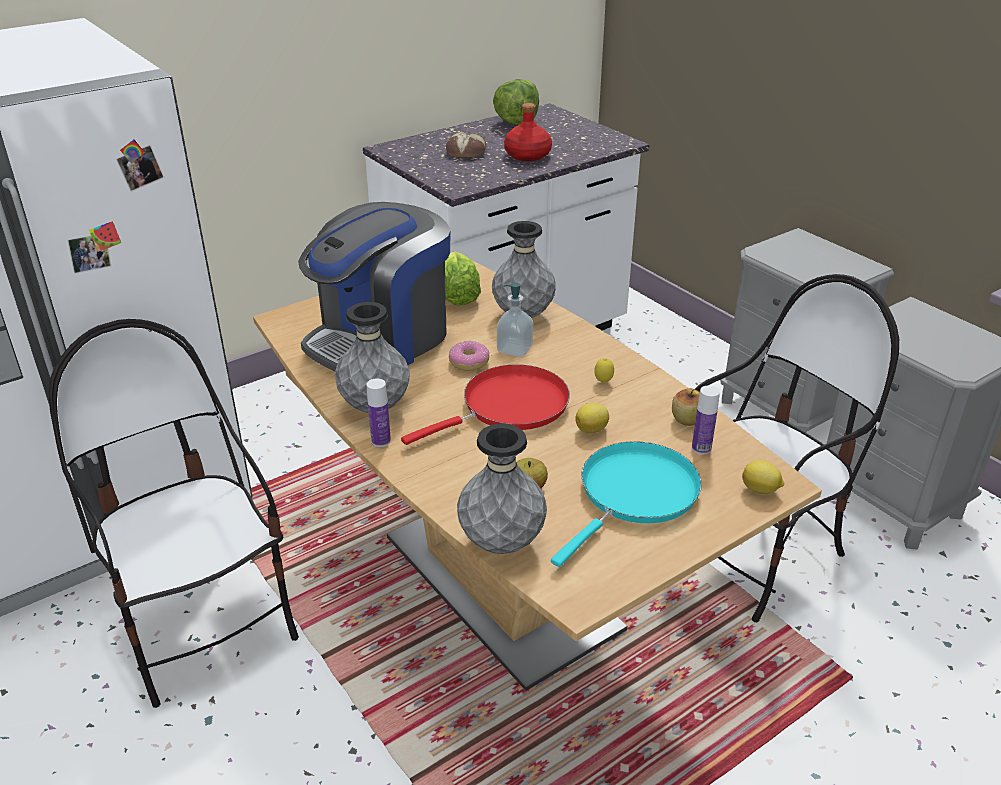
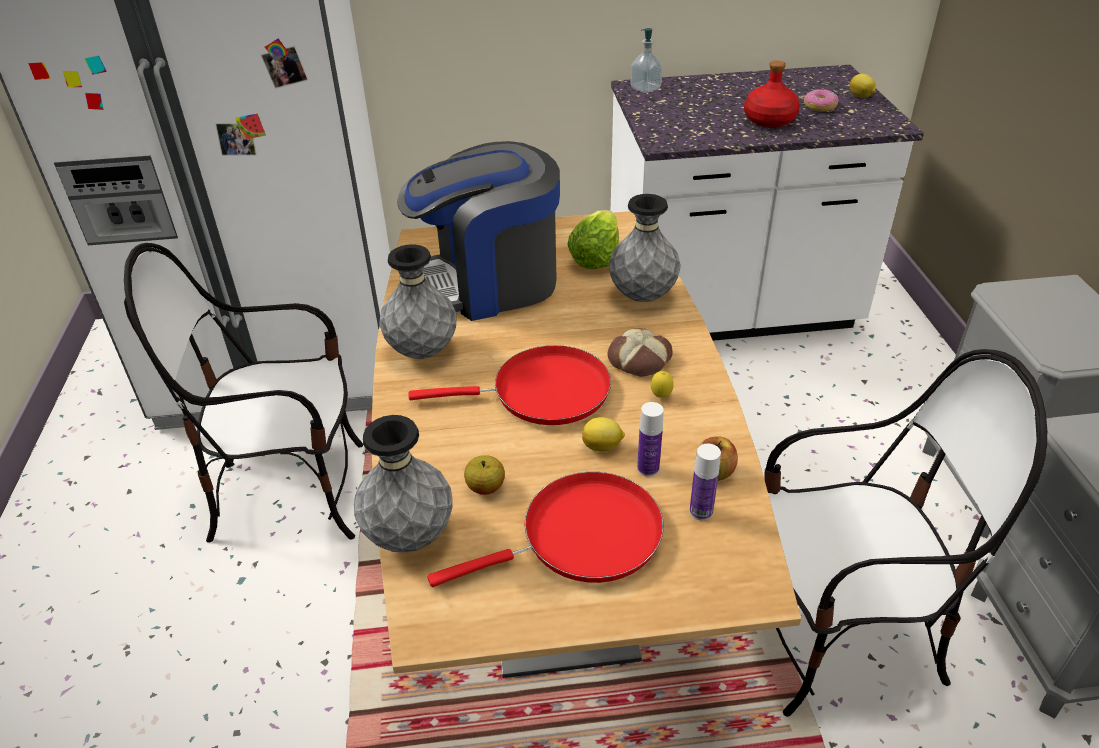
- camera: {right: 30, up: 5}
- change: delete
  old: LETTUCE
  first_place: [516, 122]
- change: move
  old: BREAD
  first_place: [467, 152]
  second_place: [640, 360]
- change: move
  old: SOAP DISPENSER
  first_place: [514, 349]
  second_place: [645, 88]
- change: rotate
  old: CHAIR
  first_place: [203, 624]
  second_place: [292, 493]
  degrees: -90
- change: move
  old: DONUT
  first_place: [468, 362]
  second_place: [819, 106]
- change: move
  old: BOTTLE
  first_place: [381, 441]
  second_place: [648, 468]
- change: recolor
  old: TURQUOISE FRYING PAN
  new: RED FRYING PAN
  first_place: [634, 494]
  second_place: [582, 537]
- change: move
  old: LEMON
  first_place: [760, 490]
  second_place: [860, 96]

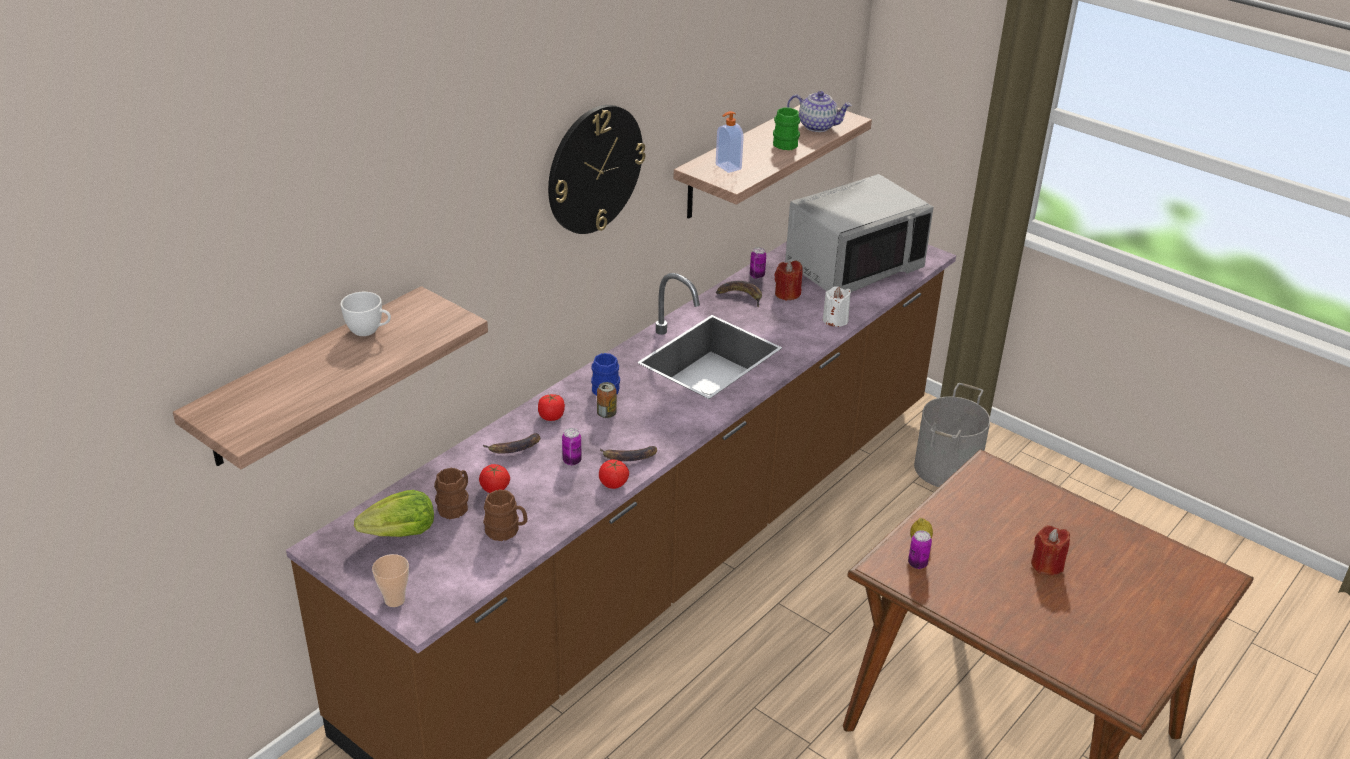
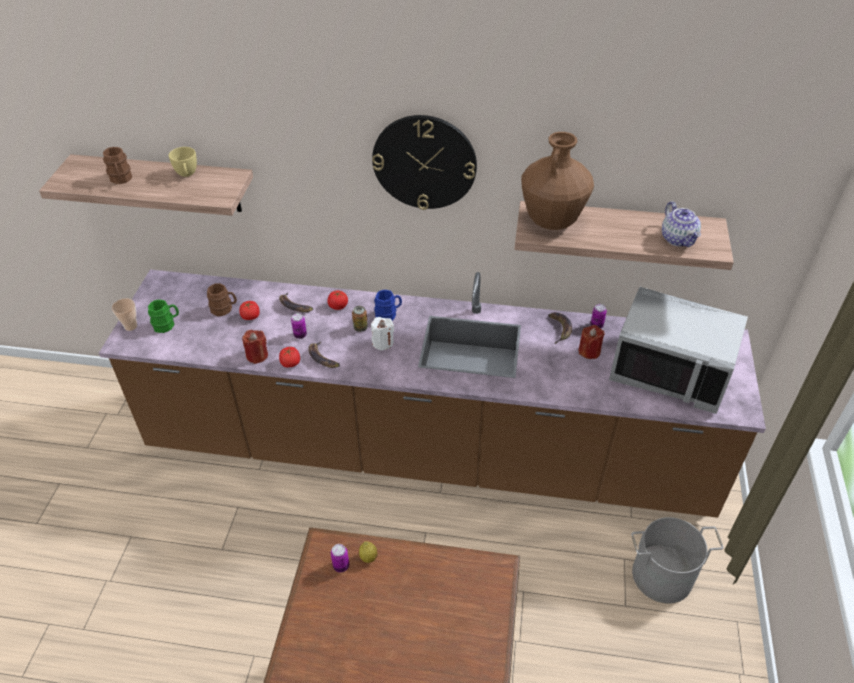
- camera: {right: 60, up: 10}
- change: move
  old: GREEN MUG
  first_place: [785, 142]
  second_place: [167, 325]
- change: replace
  old: SOAP DISPENSER
  new: BROWN VASE
  first_place: [727, 167]
  second_place: [552, 222]
- change: move
  old: WHITE CANDLE
  first_place: [835, 320]
  second_place: [383, 342]
- change: recolor
  old: WHITE CUP
  new: YELLOW CUP
  first_place: [369, 331]
  second_place: [187, 174]
- change: move
  old: BROWN MUG
  first_place: [506, 531]
  second_place: [121, 179]
- change: delete
  old: LETTUCE
  first_place: [401, 533]
- change: move
  old: RED CANDLE
  first_place: [1047, 565]
  second_place: [257, 355]

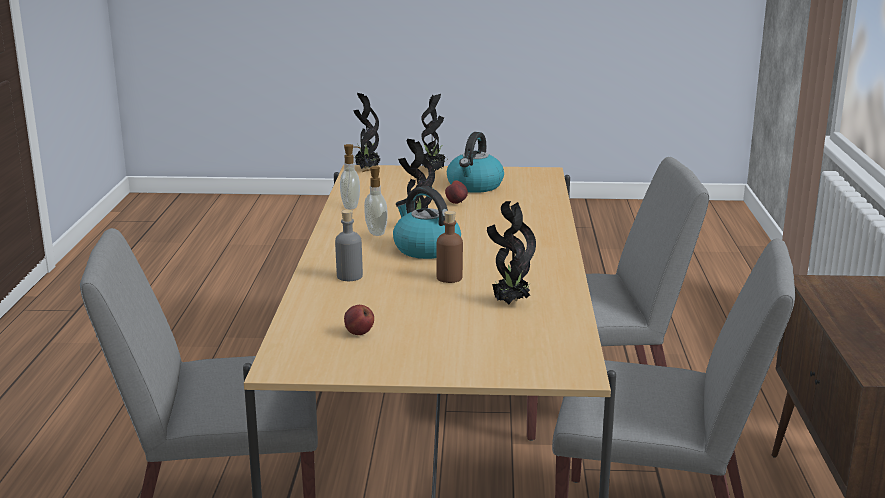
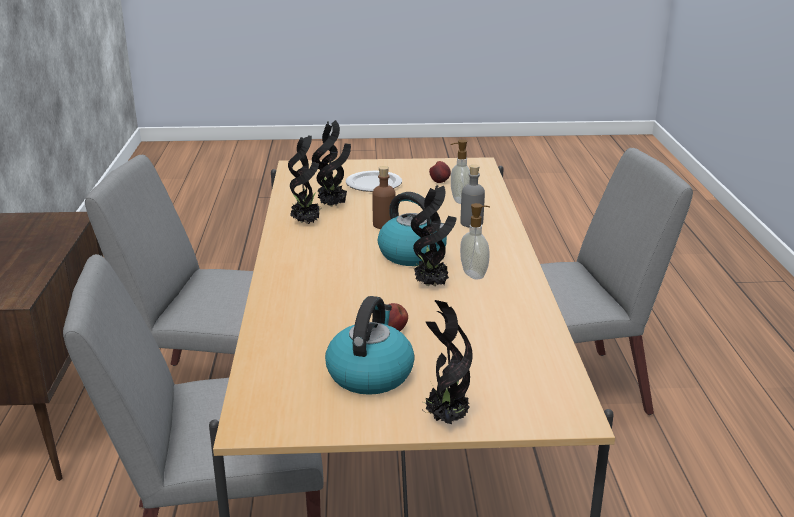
- camera: {right: 175, up: 5}
- change: move
  old: POTTED PLANT
  first_place: [366, 169]
  second_place: [307, 223]
- change: move
  old: SOAP DISPENSER
  first_place: [351, 206]
  second_place: [459, 200]
- change: insert
  new: PLATE
  second_place: [374, 184]

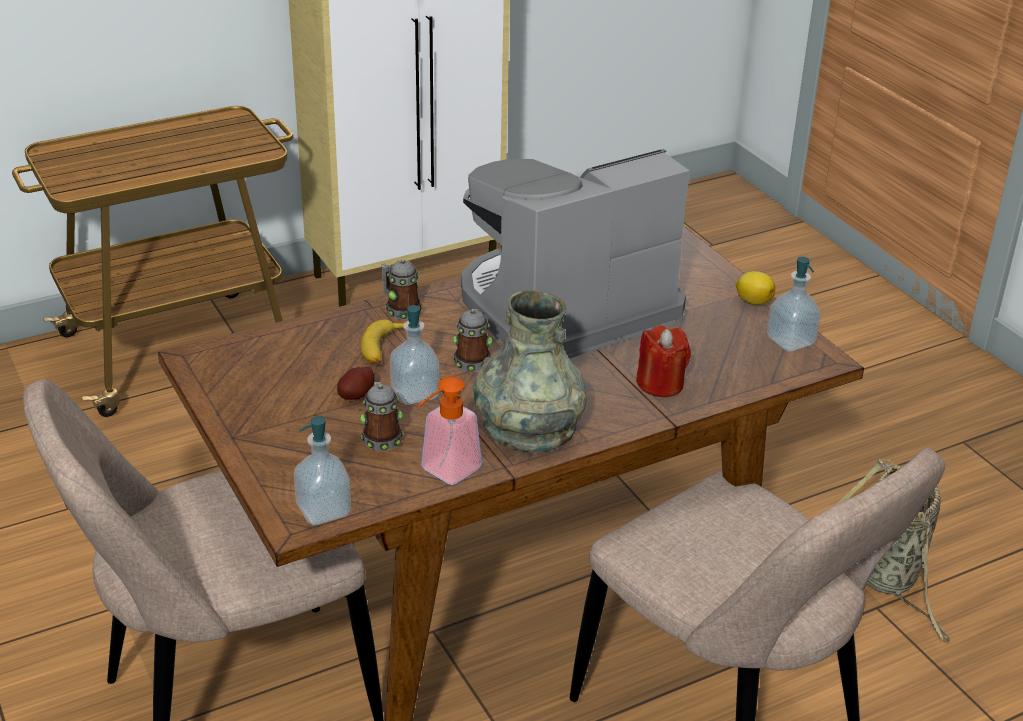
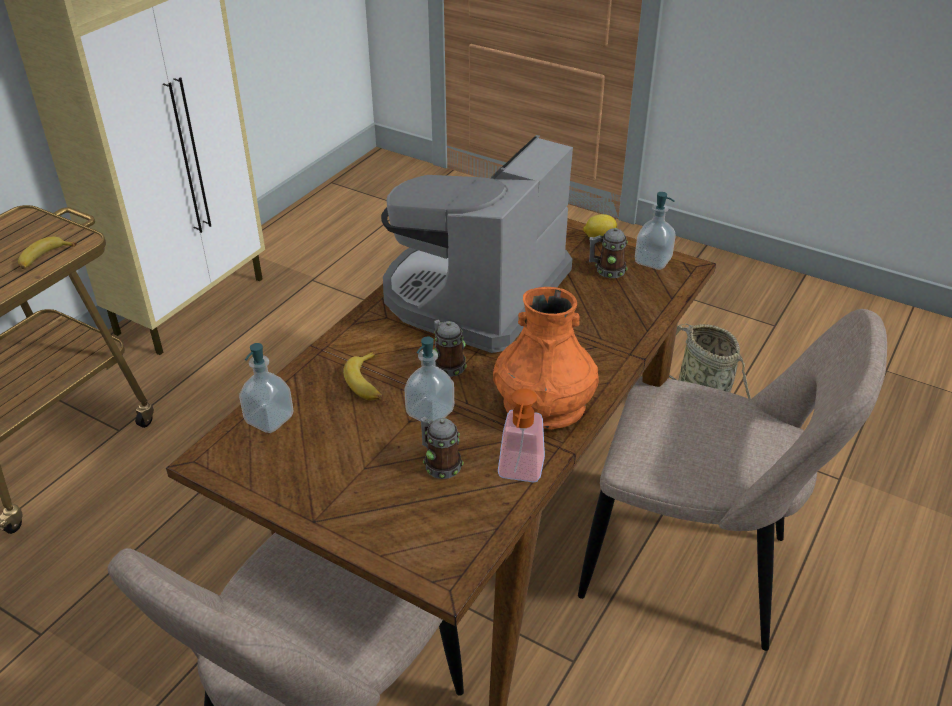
- camera: {right: -30, up: 5}
- change: move
  old: MUG
  first_place: [400, 309]
  second_place: [606, 270]
- change: recolor
  old: GREY VASE
  new: ORANGE VASE
  first_place: [529, 427]
  second_place: [544, 405]
- change: delete
  old: RED CANDLE
  first_place: [660, 384]
- change: delete
  old: POTATO
  first_place: [356, 395]
- change: move
  old: SOAP DISPENSER
  first_place: [324, 510]
  second_place: [269, 419]
- change: insert
  new: BANANA
  second_place: [44, 258]

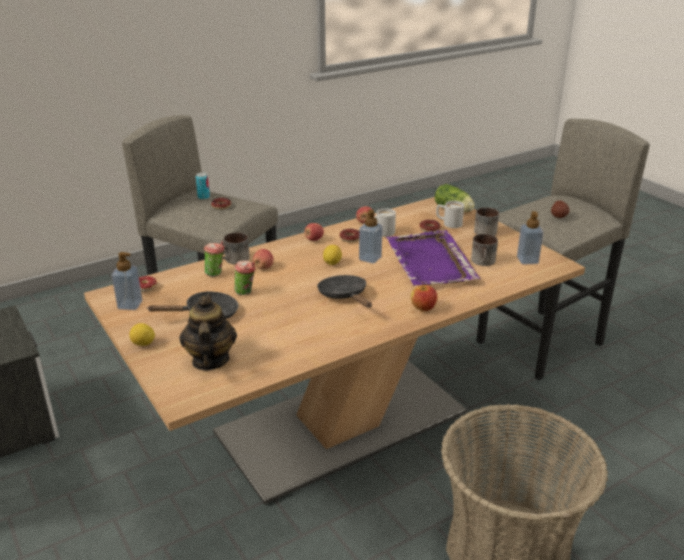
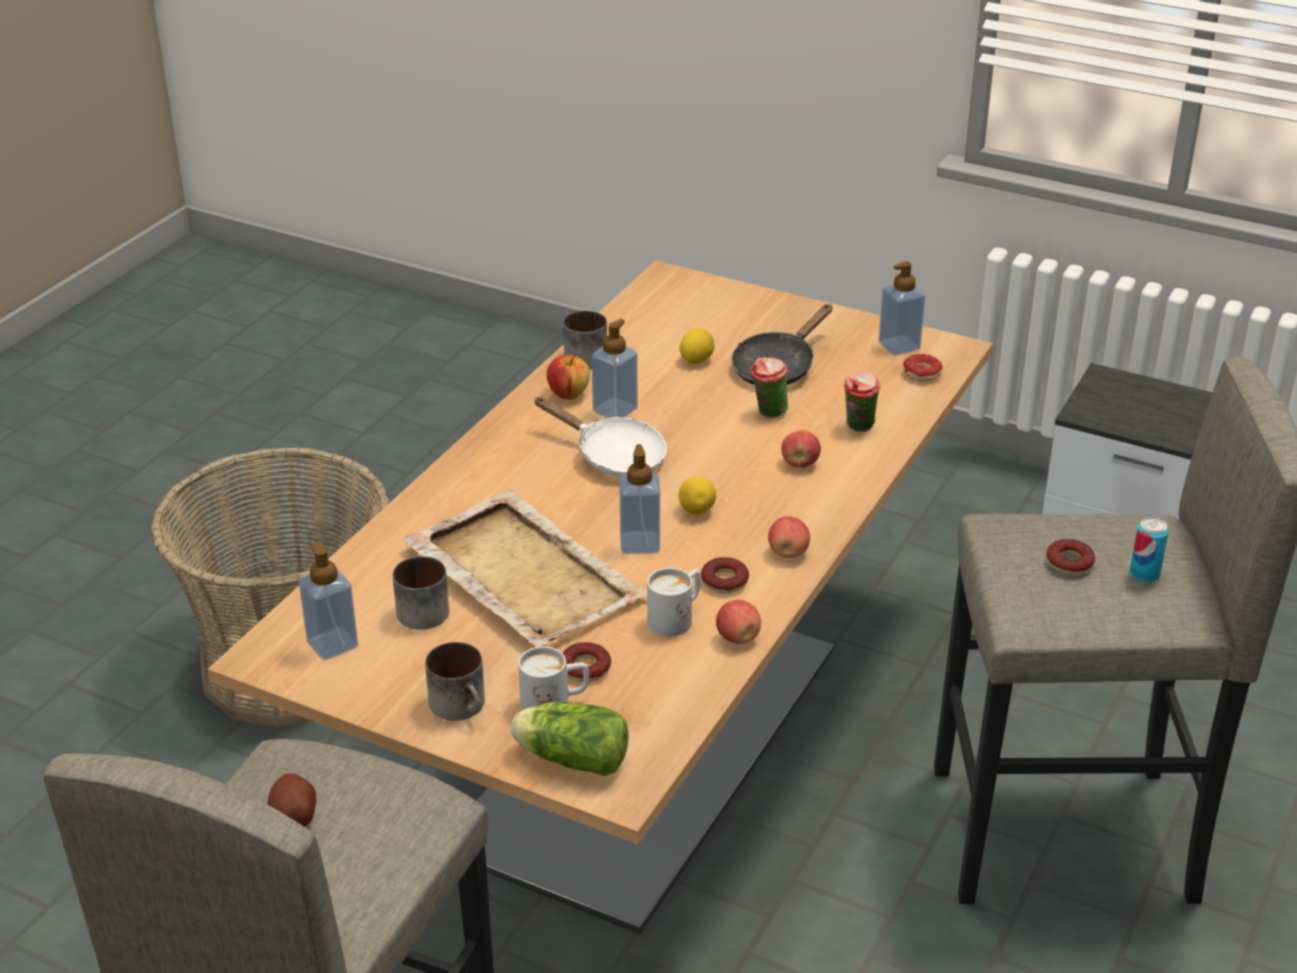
- camera: {right: 150, up: 5}
- change: recolor
  old: PURPLE TRAY
  new: BEIGE TRAY
  first_place: [430, 262]
  second_place: [522, 573]
- change: move
  old: MUG
  first_place: [235, 260]
  second_place: [586, 355]
- change: recolor
  old: BLACK FRYING PAN
  new: WHITE FRYING PAN
  first_place: [344, 296]
  second_place: [613, 456]
- change: move
  old: APPLE
  first_place: [423, 308]
  second_place: [568, 394]
- change: delete
  old: TEAPOT
  first_place: [210, 360]
- change: move
  old: LEMON
  first_place: [143, 344]
  second_place: [696, 360]
- change: insert
  new: SOAP DISPENSER
  second_place: [615, 410]

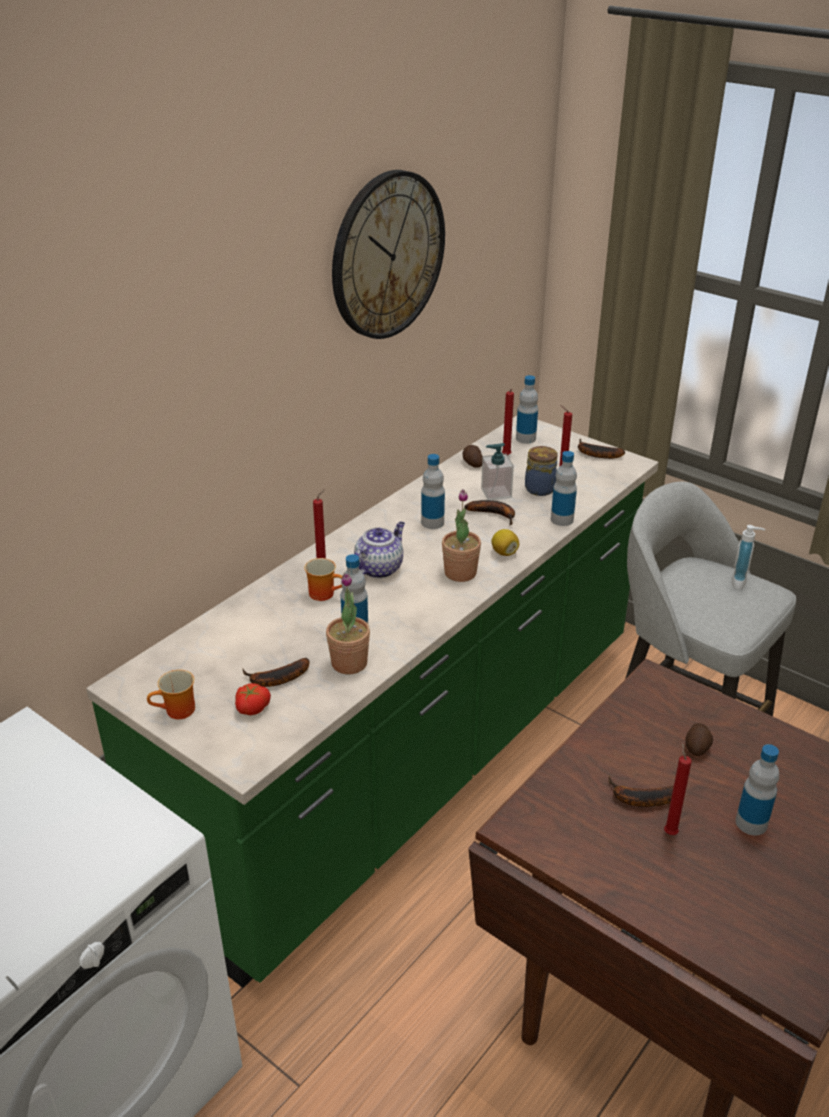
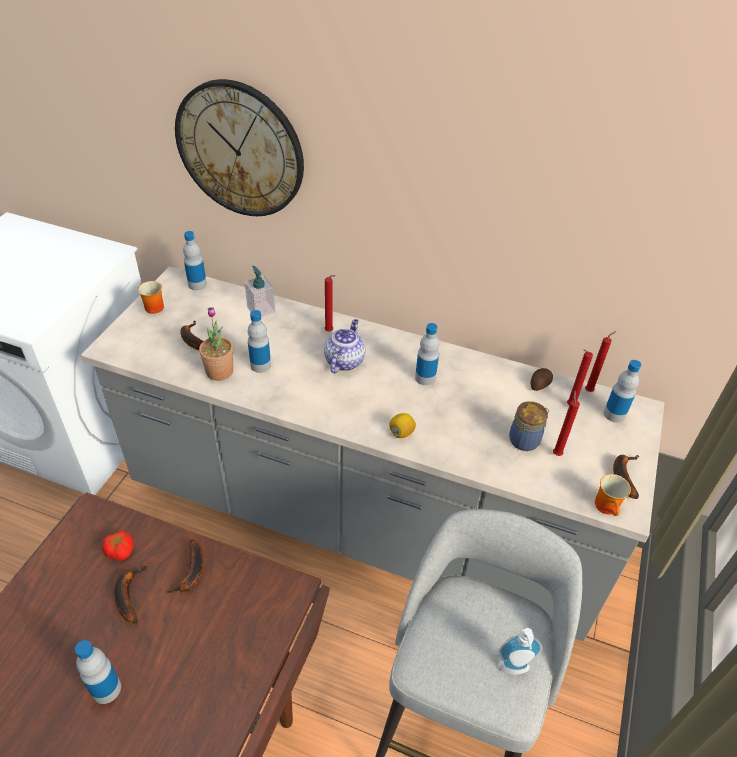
- camera: {right: 70, up: 10}
- change: move
  old: WALL CLOCK
  first_place: [387, 255]
  second_place: [240, 150]
- change: recolor
  old: GREEN COUNTER
  new: GREY COUNTER
  first_place: [414, 765]
  second_place: [361, 520]
- change: move
  old: SOAP DISPENSER
  first_place: [496, 493]
  second_place: [261, 309]
- change: move
  old: BOTTLE
  first_place: [562, 519]
  second_place: [197, 284]
- change: delete
  old: POTTED PLANT
  first_place: [460, 573]
- change: move
  old: BANANA
  first_place: [494, 514]
  second_place: [191, 573]
- change: rotate
  old: TEAPOT
  first_place: [379, 568]
  second_place: [344, 361]
  degrees: -90
- change: move
  old: MUG
  first_place: [325, 593]
  second_place: [608, 507]
- change: move
  old: TOMATO
  first_place: [252, 707]
  second_place: [120, 550]
- change: delete
  old: POTATO
  first_place: [697, 746]
- change: move
  old: RED CANDLE
  first_place: [669, 831]
  second_place: [590, 390]

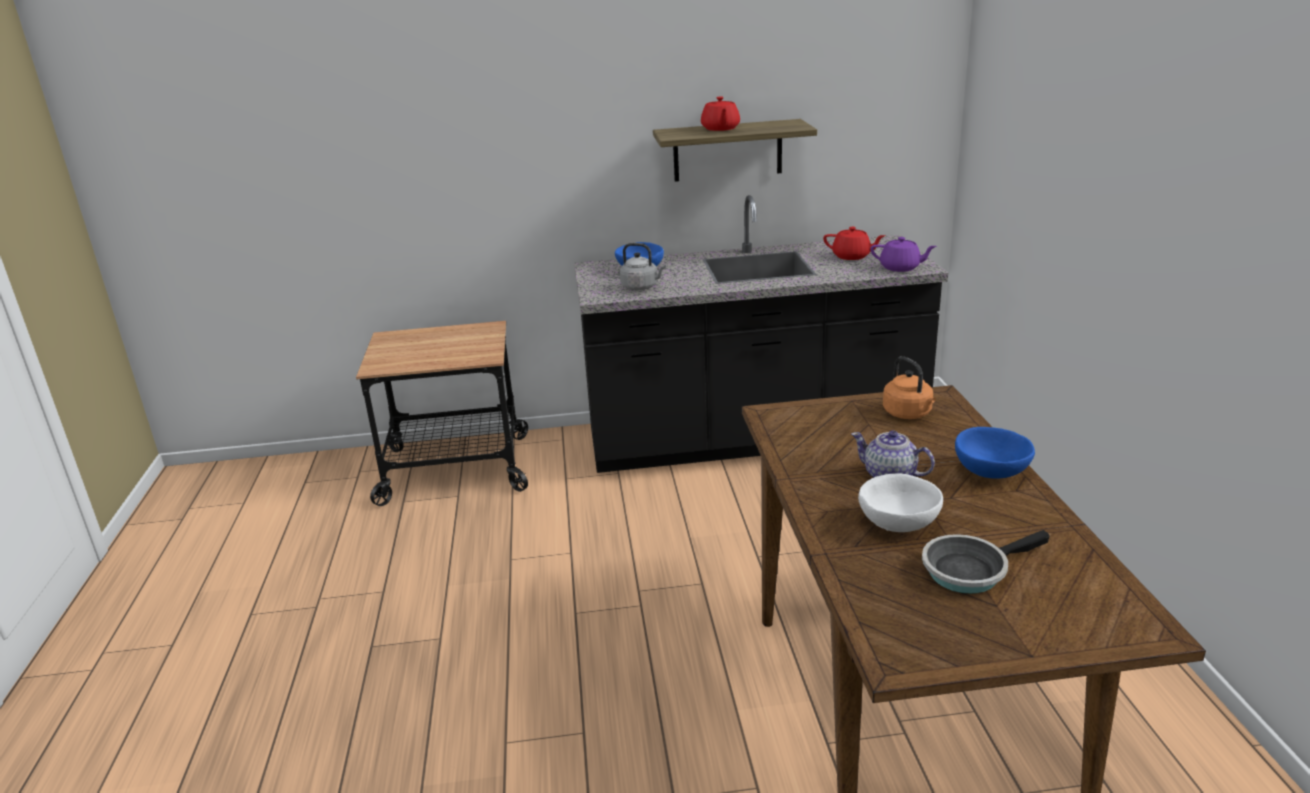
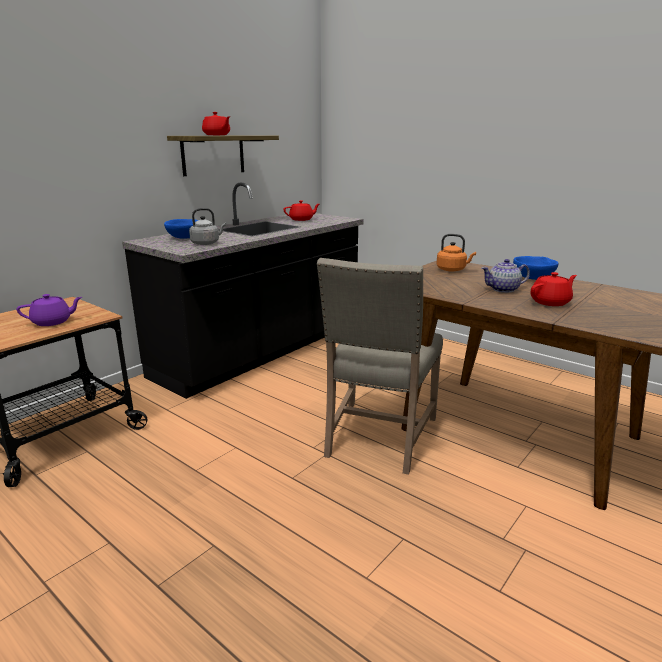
- camera: {right: -45, up: -5}
- change: move
  old: PURPLE TEAPOT
  first_place: [900, 268]
  second_place: [52, 322]
- change: replace
  old: WHITE BOWL
  new: RED TEAPOT
  first_place: [899, 523]
  second_place: [551, 302]
- change: delete
  old: FRYING PAN
  first_place: [969, 570]
- change: insert
  new: BEIGE CHAIR
  second_place: [378, 438]

